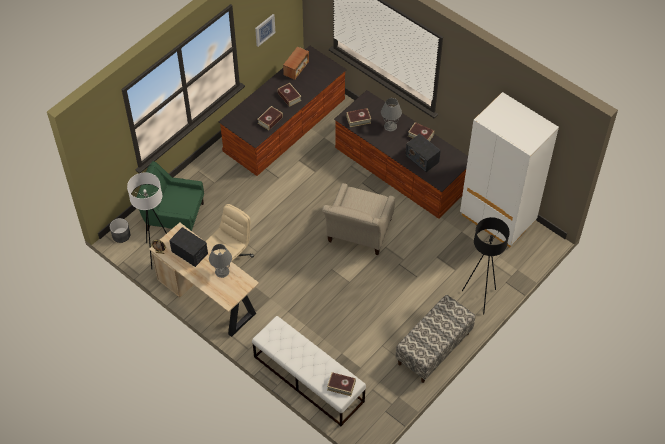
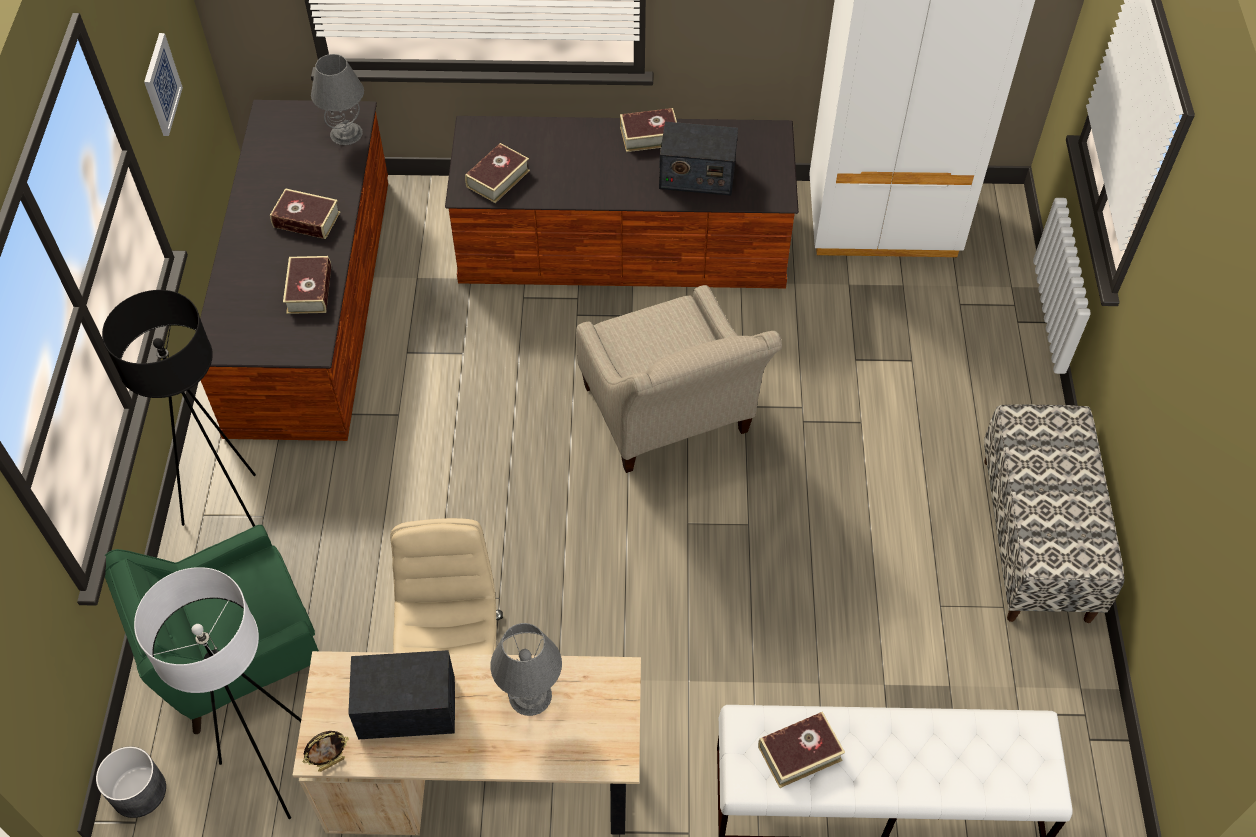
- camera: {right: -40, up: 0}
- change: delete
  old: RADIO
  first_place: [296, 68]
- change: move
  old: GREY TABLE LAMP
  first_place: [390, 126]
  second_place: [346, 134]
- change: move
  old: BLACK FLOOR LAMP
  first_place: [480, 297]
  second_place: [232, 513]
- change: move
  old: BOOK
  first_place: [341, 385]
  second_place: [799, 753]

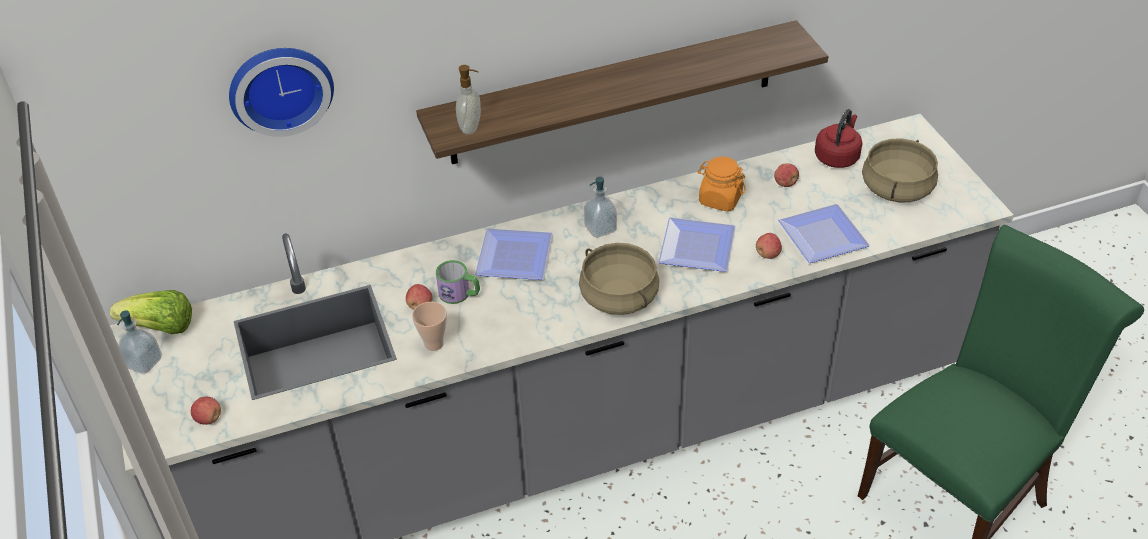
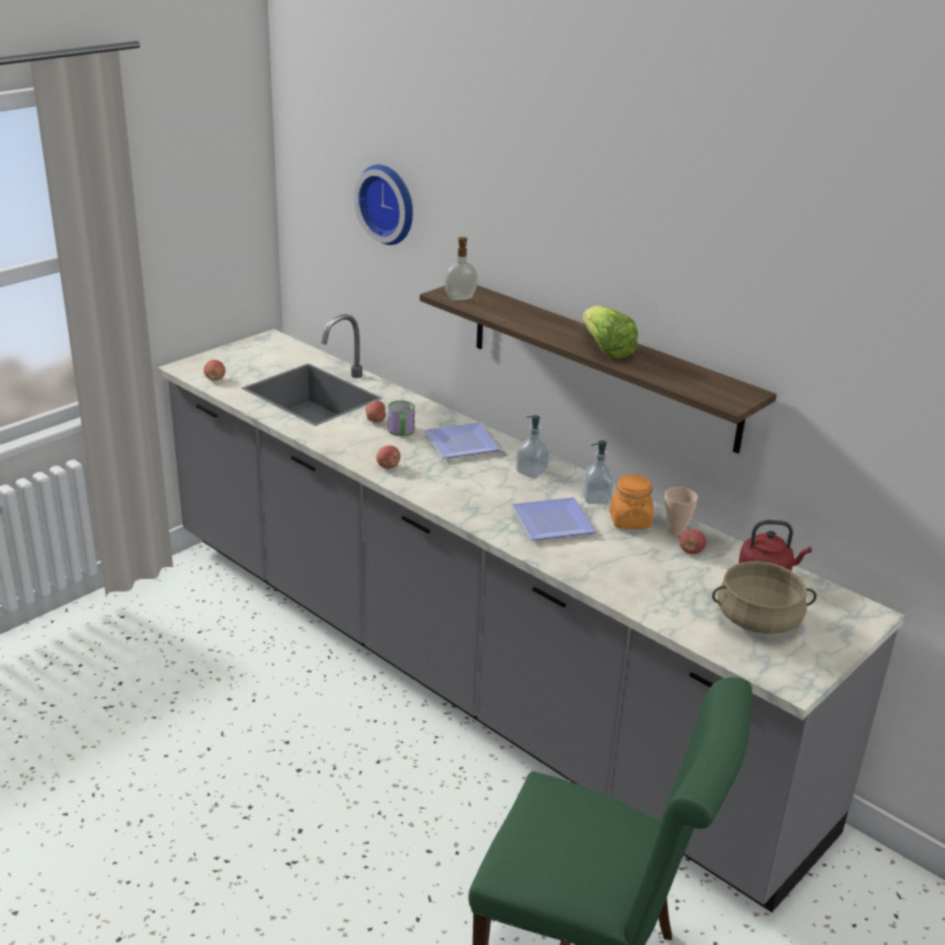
- camera: {right: 60, up: -15}
- change: delete
  old: PLATE
  first_place: [826, 237]
- change: move
  old: APPLE
  first_place: [768, 254]
  second_place: [388, 466]
- change: delete
  old: BEIGE COOKING POT
  first_place: [618, 297]
- change: move
  old: LETTUCE
  first_place: [160, 327]
  second_place: [606, 349]
- change: move
  old: CUP
  first_place: [434, 344]
  second_place: [676, 530]
- change: move
  old: SOAP DISPENSER
  first_place: [144, 362]
  second_place: [596, 499]

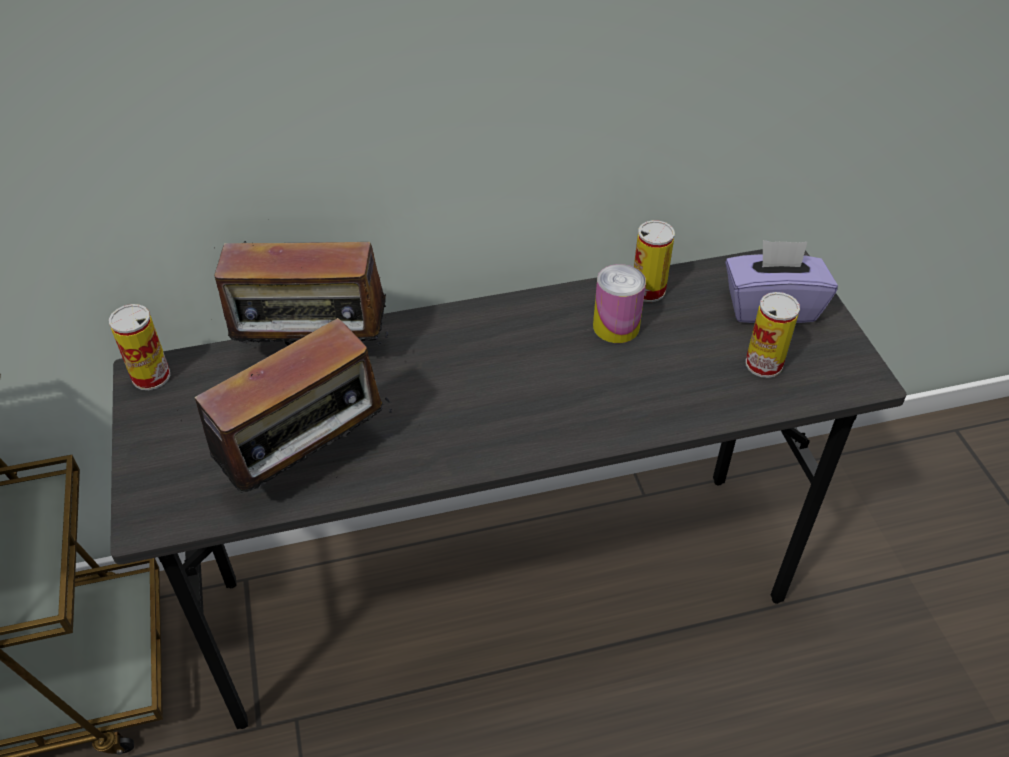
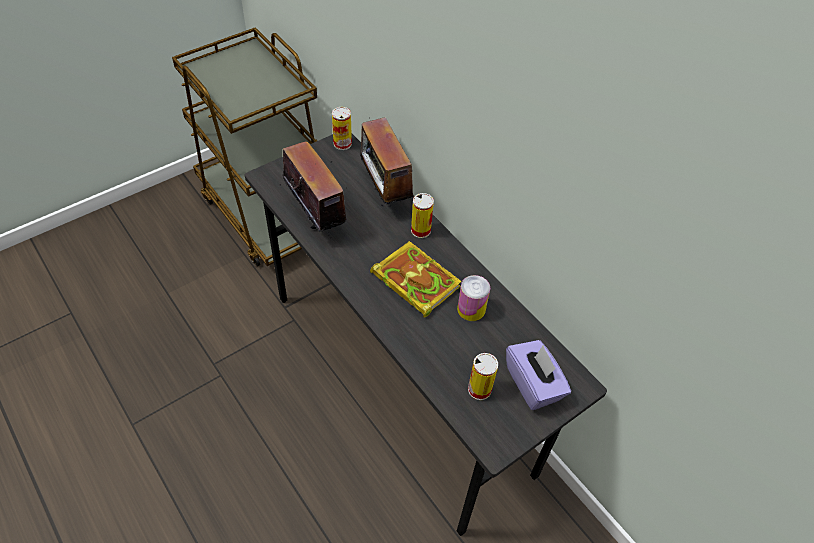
- camera: {right: 65, up: 5}
- change: move
  old: CAN
  first_place: [648, 290]
  second_place: [420, 230]
- change: rotate
  old: RADIO
  first_place: [309, 464]
  second_place: [316, 216]
  degrees: -150
- change: insert
  new: BOOK
  second_place: [413, 280]

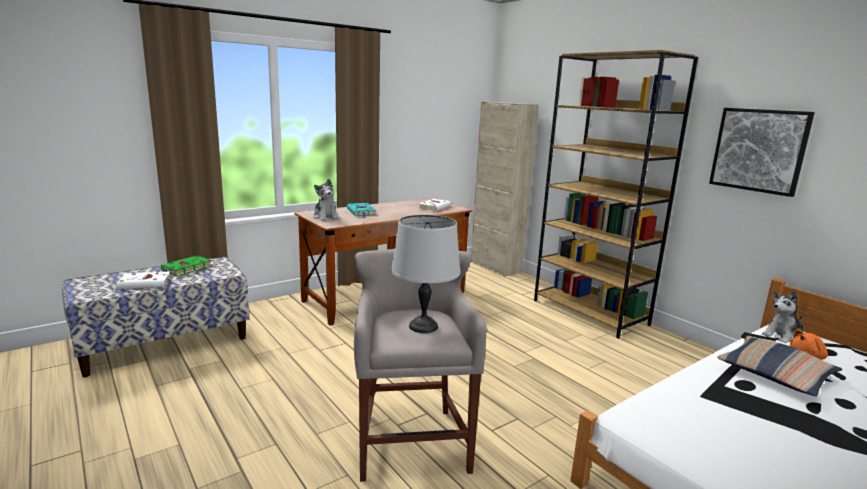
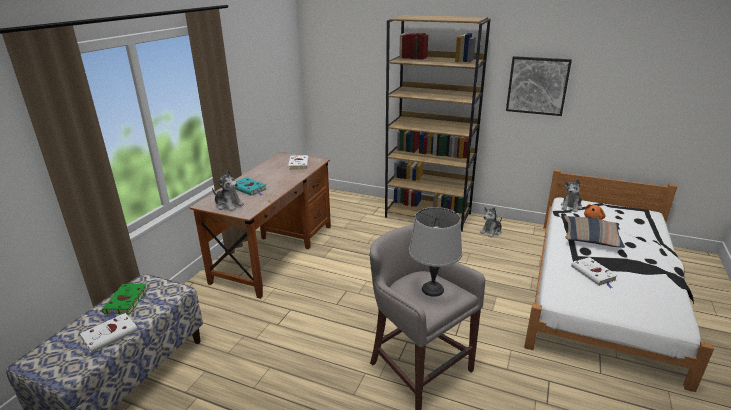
- camera: {right: -30, up: 10}
- change: delete
  old: BEIGE CABINET
  first_place: [495, 267]
- change: insert
  new: PLUSH TOY
  second_place: [491, 232]
- change: insert
  new: WHITE BOOK
  second_place: [594, 274]

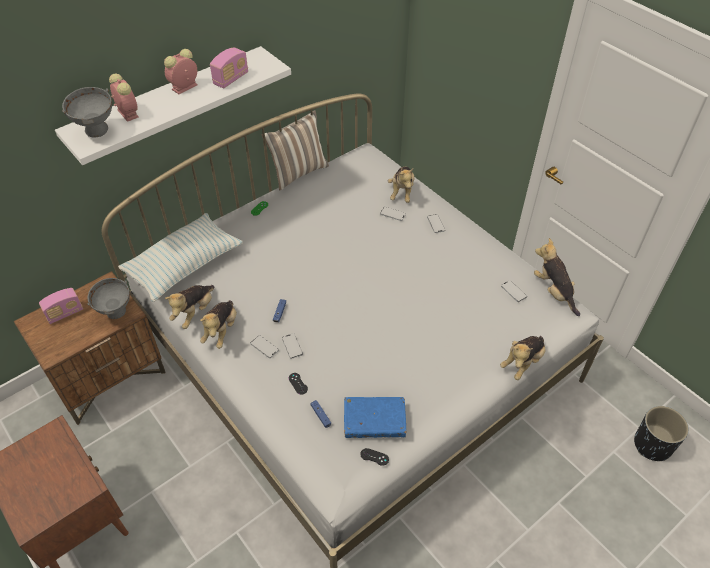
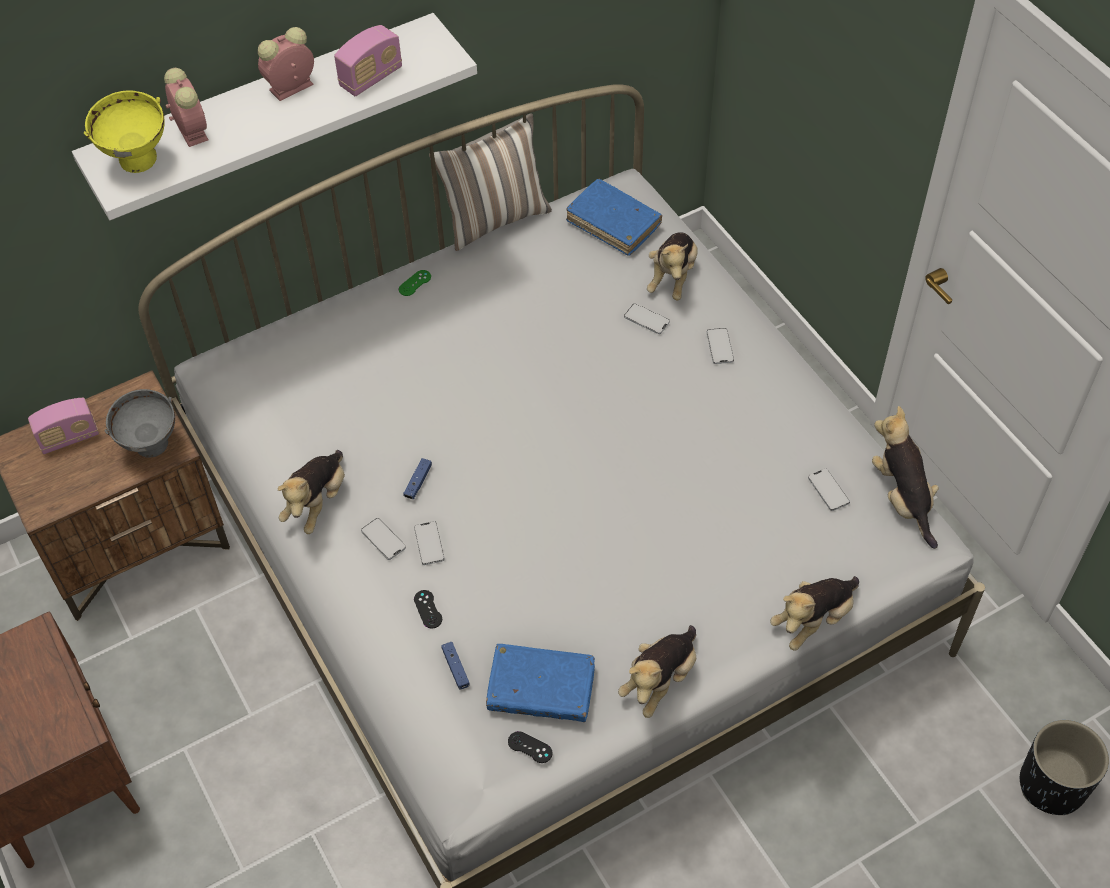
- camera: {right: 10, up: 5}
- change: recolor
  old: GREY BOWL
  new: YELLOW BOWL
  first_place: [98, 132]
  second_place: [139, 163]
- change: delete
  old: PILLOW
  first_place: [184, 265]
- change: move
  old: PLUSH TOY
  first_place: [194, 312]
  second_place: [660, 680]
- change: insert
  new: BLUE BOOK
  second_place: [613, 223]

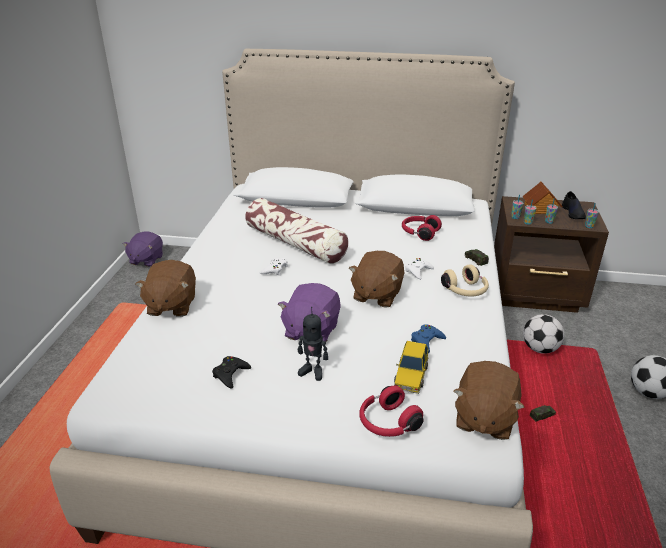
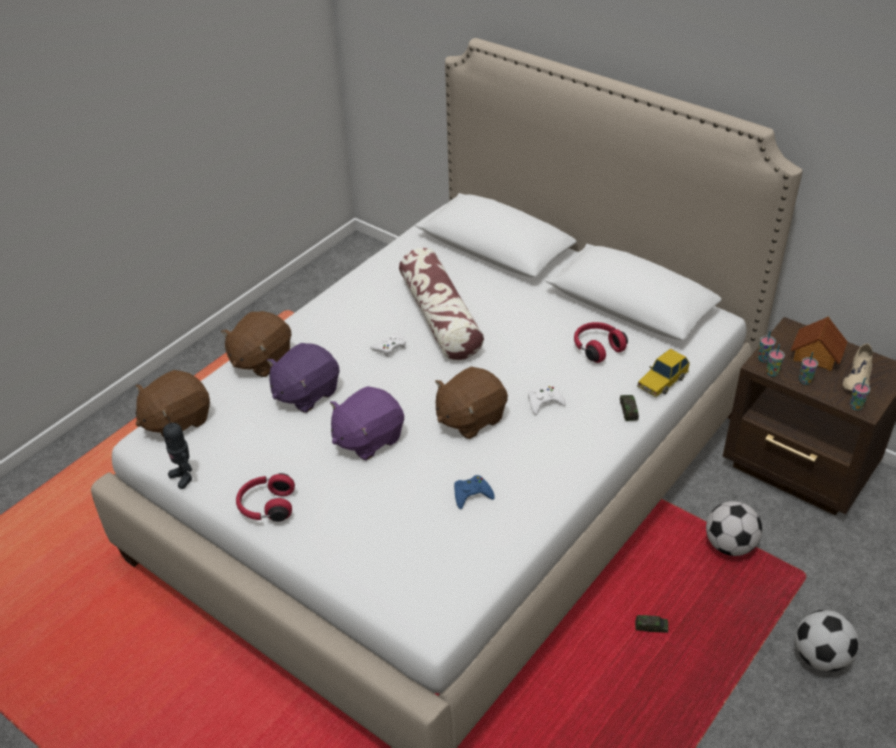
- camera: {right: 30, up: 10}
- change: recolor
  old: BLACK SHOE
  new: BEIGE SHOE
  first_place: [573, 213]
  second_place: [857, 377]
- change: move
  old: PURPLE PLUSH TOY
  first_place: [146, 260]
  second_place: [305, 393]
- change: delete
  old: BEIGE HEADPHONES
  first_place: [465, 291]
- change: move
  old: TOY ROBOT
  first_place: [312, 371]
  second_place: [184, 477]
- change: move
  old: TOY CAR
  first_place: [410, 375]
  second_place: [662, 381]
- change: delete
  old: BLACK GAME CONTROLLER
  first_place: [230, 374]
- change: move
  old: BROWN PLUSH TOY
  first_place: [483, 418]
  second_place: [176, 421]
- change: move
  old: RED HEADPHONES
  first_place: [387, 423]
  second_place: [266, 506]

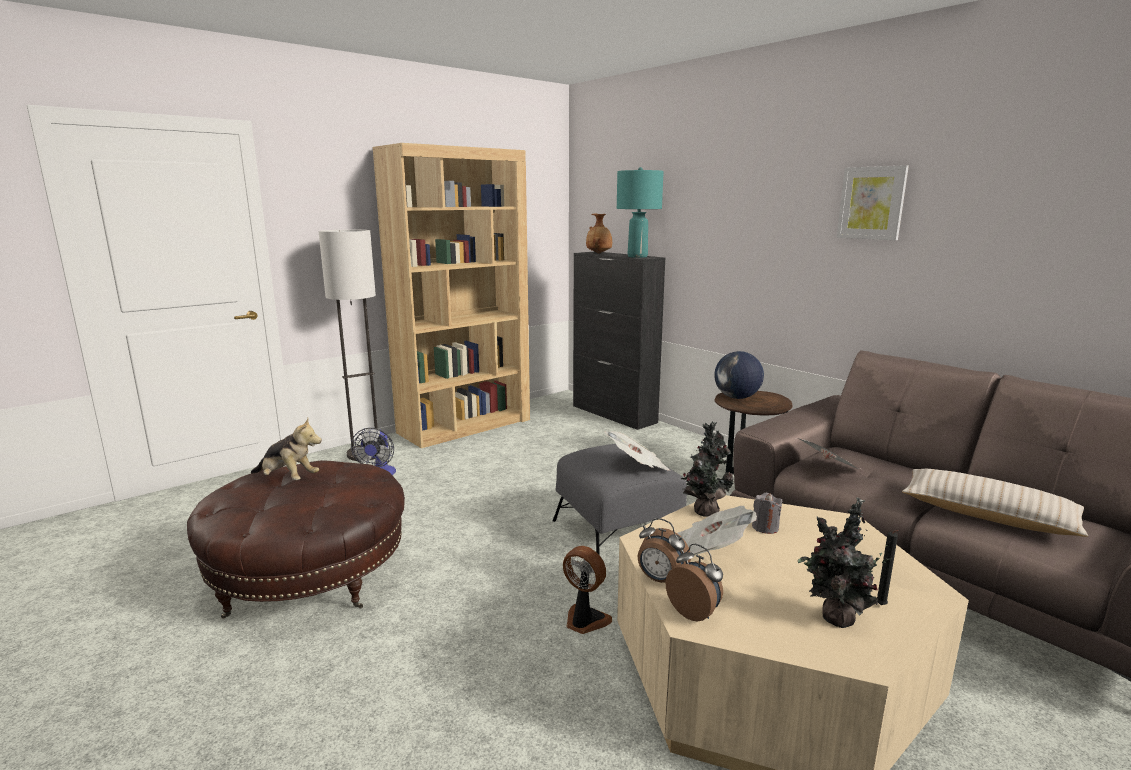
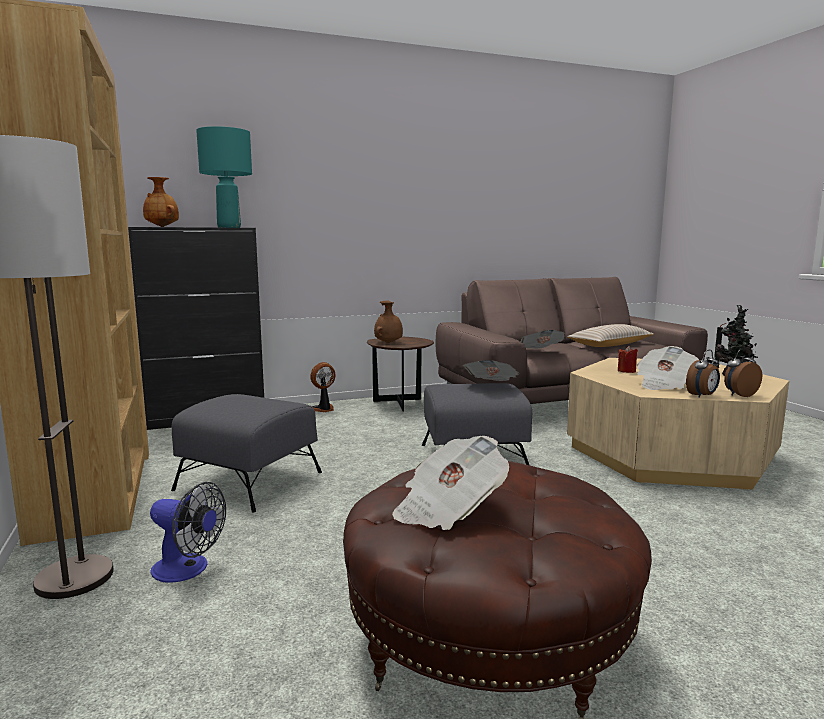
- camera: {right: -70, up: -5}
- change: delete
  old: PICTURE
  first_place: [872, 203]
- change: replace
  old: GLOBE
  new: BROWN VASE
  first_place: [737, 397]
  second_place: [389, 343]
- change: replace
  old: PLUSH TOY
  new: NEWSPAPER
  first_place: [288, 479]
  second_place: [448, 510]
- change: delete
  old: POTTED PLANT
  first_place: [704, 511]
- change: recolor
  old: GREY CANDLE
  new: RED CANDLE
  first_place: [765, 527]
  second_place: [626, 371]
- change: move
  old: FAN
  first_place: [584, 621]
  second_place: [323, 409]
- change: insert
  new: GREY OTTOMAN
  second_place: [249, 480]

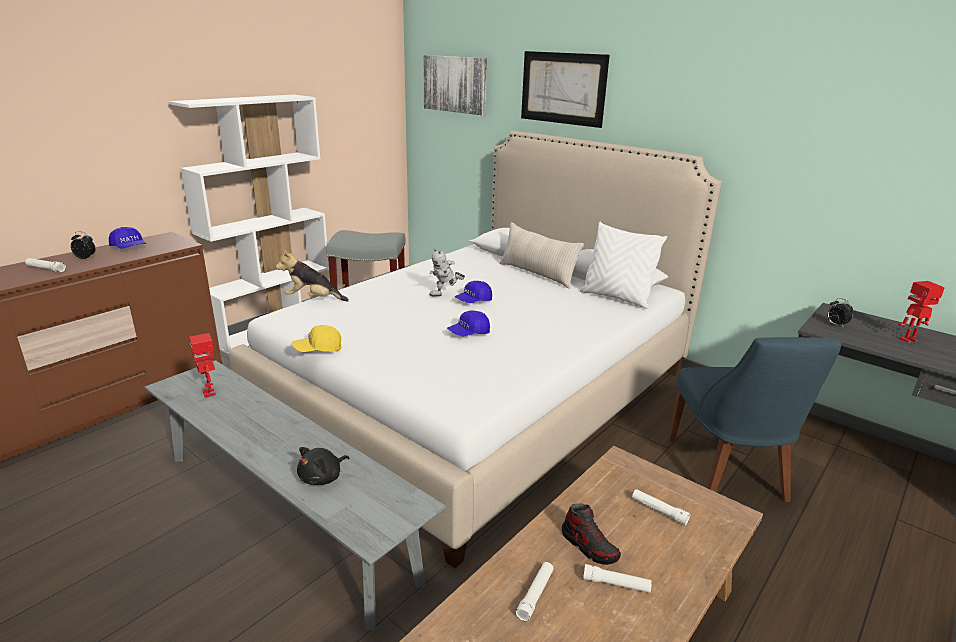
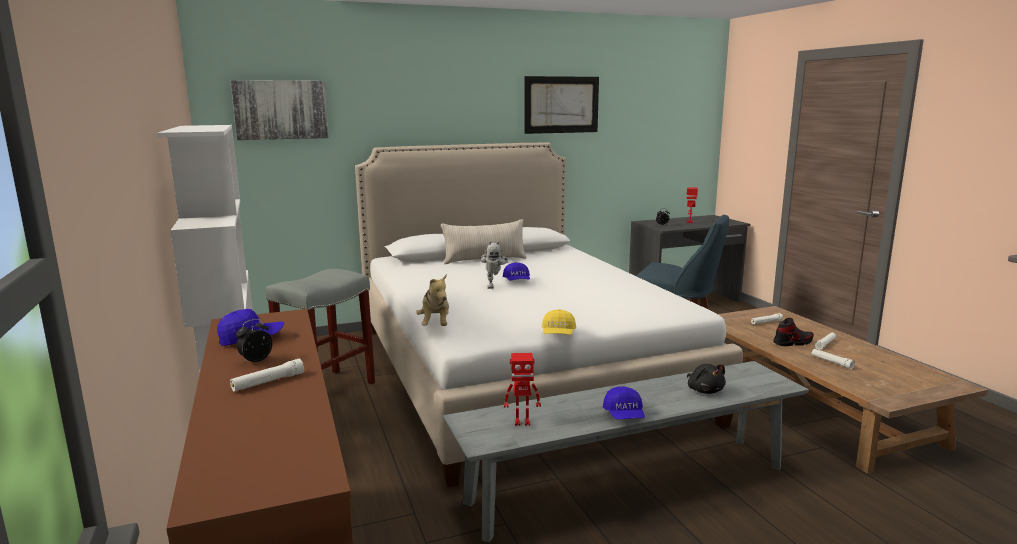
- camera: {right: -60, up: -10}
- change: move
  old: PICTURE
  first_place: [562, 88]
  second_place: [561, 105]
- change: delete
  old: WHITE PILLOW
  first_place: [616, 298]
- change: rotate
  old: PLUSH TOY
  first_place: [312, 299]
  second_place: [435, 325]
  degrees: -45
- change: move
  old: BLUE CAP
  first_place: [468, 333]
  second_place: [624, 415]

